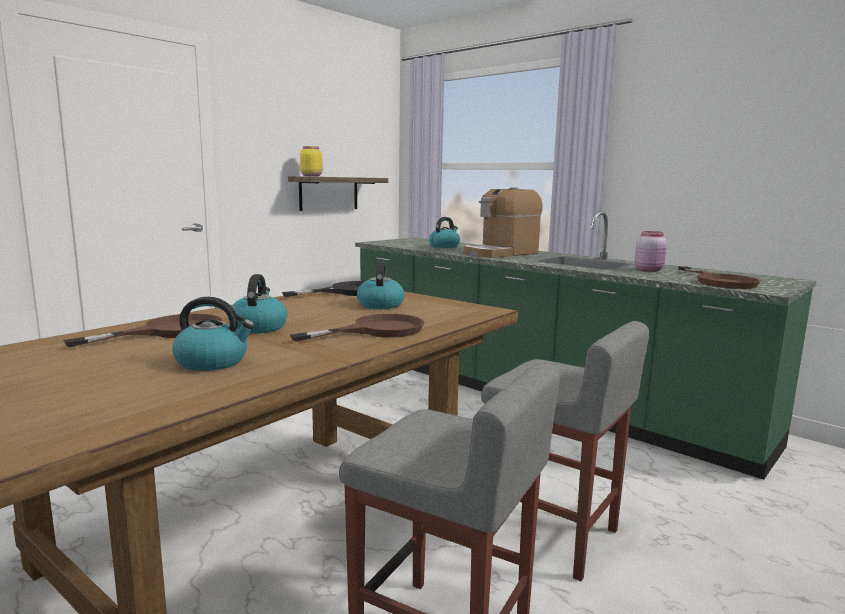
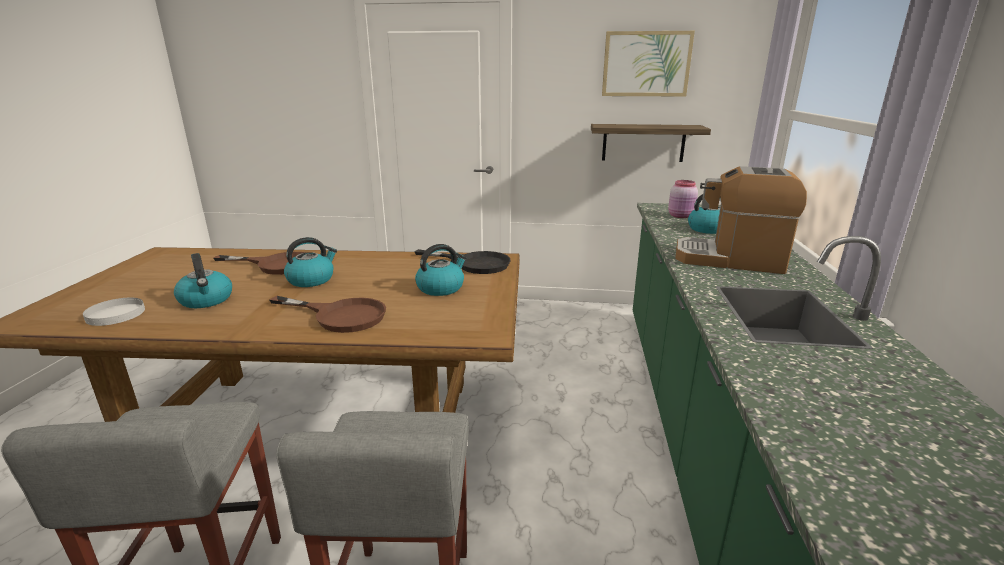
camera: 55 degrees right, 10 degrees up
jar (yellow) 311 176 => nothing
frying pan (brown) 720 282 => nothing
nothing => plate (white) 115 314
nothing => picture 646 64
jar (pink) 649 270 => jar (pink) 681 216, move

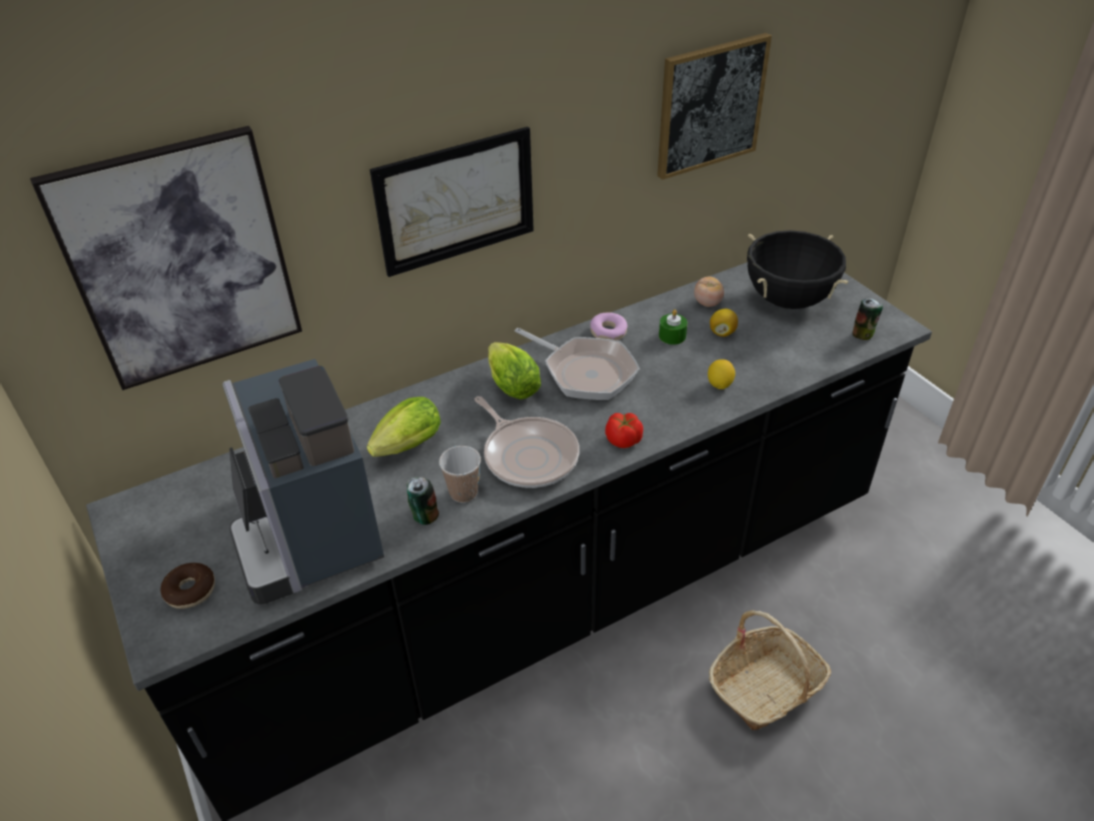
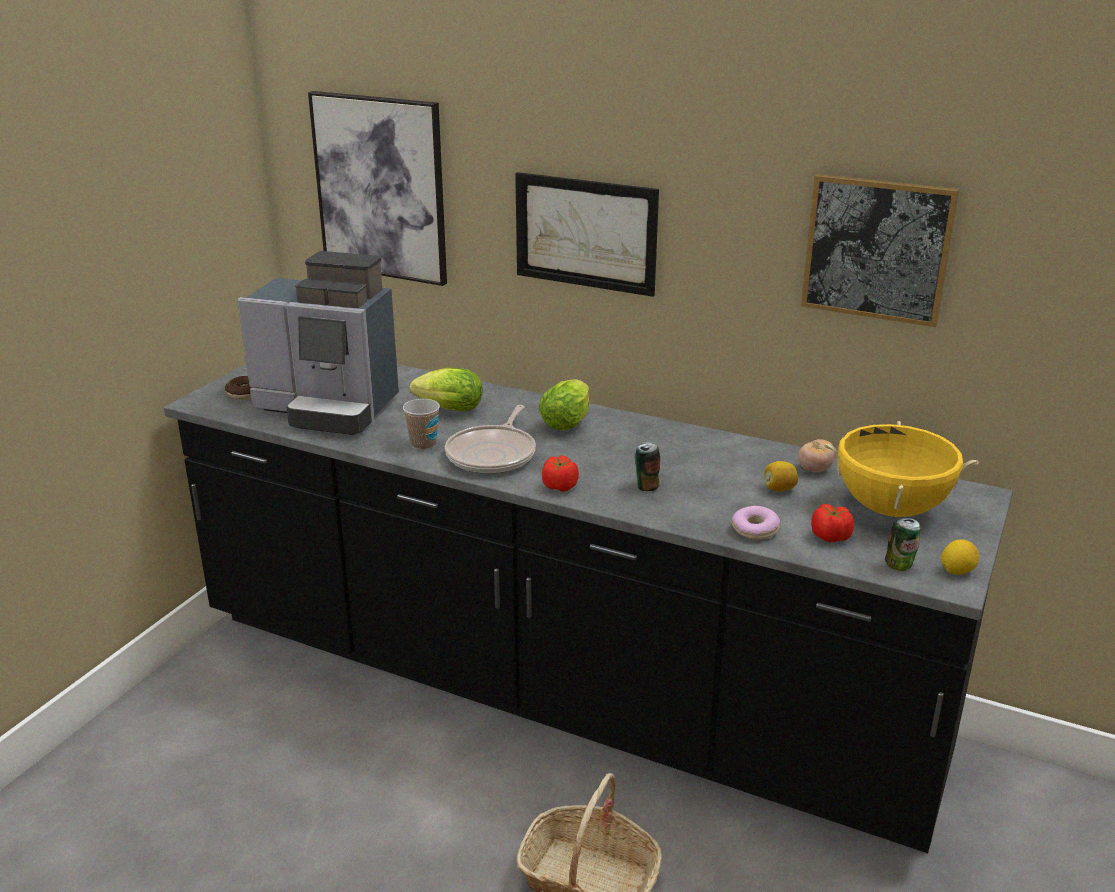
camera: 55 degrees right, 15 degrees down
frying pan 585 372 => nothing
candle (green) 672 336 => nothing
nothing => tomato 831 537
can 424 516 => can 646 486, move
donut 608 332 => donut 755 530, move
lemon 719 384 => lemon 957 571, move
cooking pot (black) 788 300 => cooking pot (yellow) 890 509
coffee machine 310 532 => coffee machine 329 408, 105 degrees counterclockwise

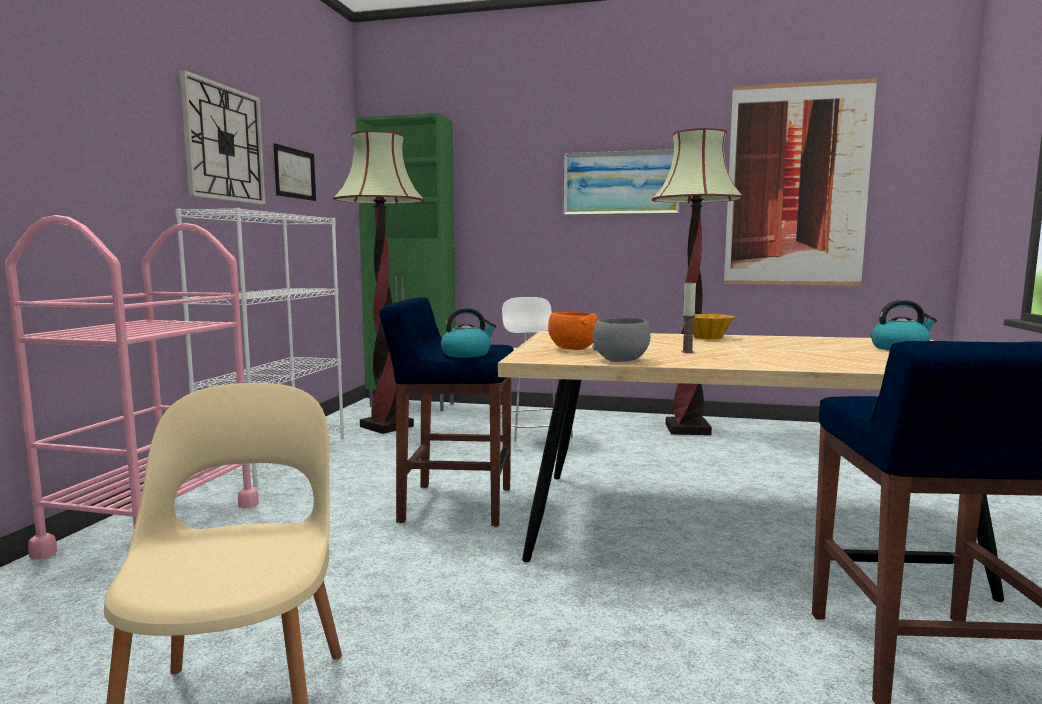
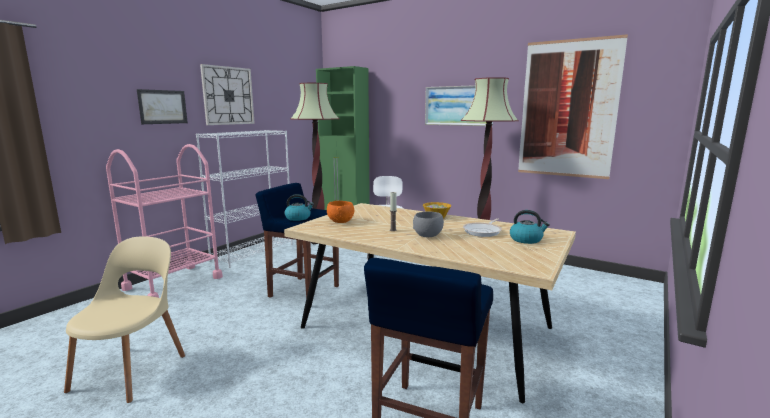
camera: 20 degrees right, 5 degrees up
nothing => frying pan 483 231
picture 295 173 => picture 163 107, move
bowl (grey) 621 360 => bowl (grey) 428 235, move

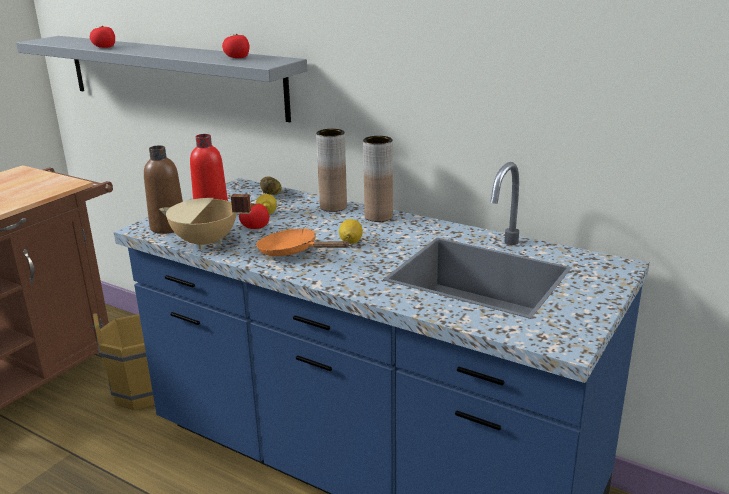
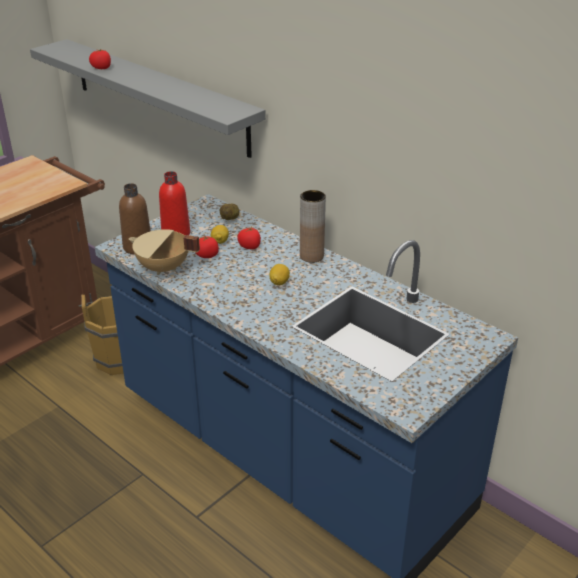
camera: 10 degrees right, 10 degrees up
frying pan (orange) 293 252 => nothing
vase (brown) 333 207 => nothing
tomato 237 57 => tomato 250 246, move

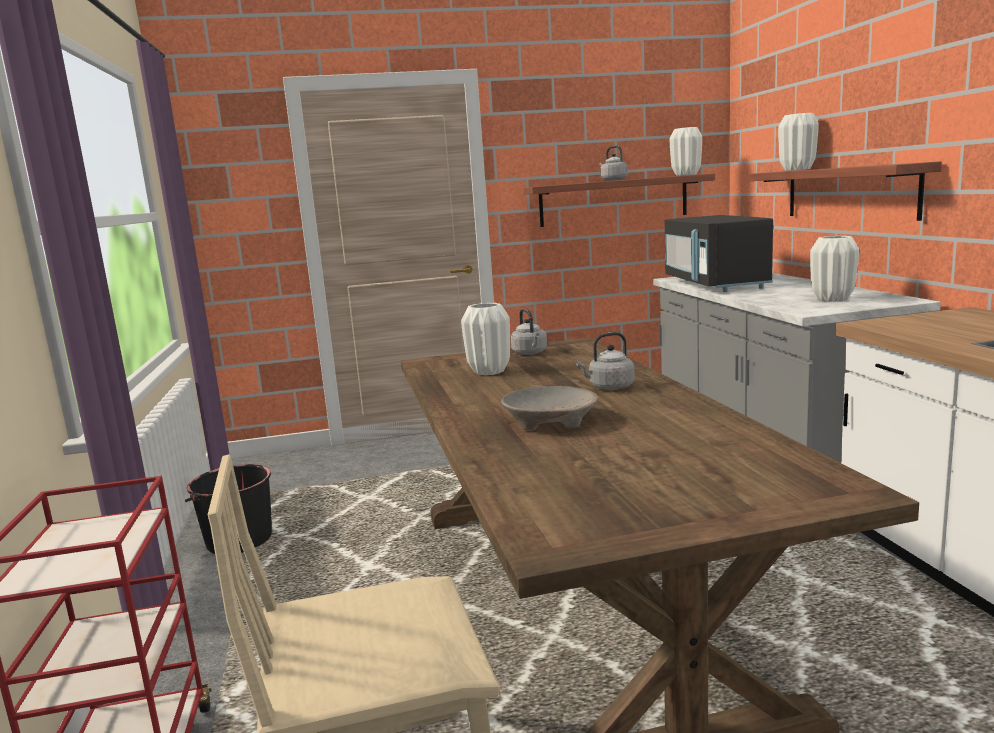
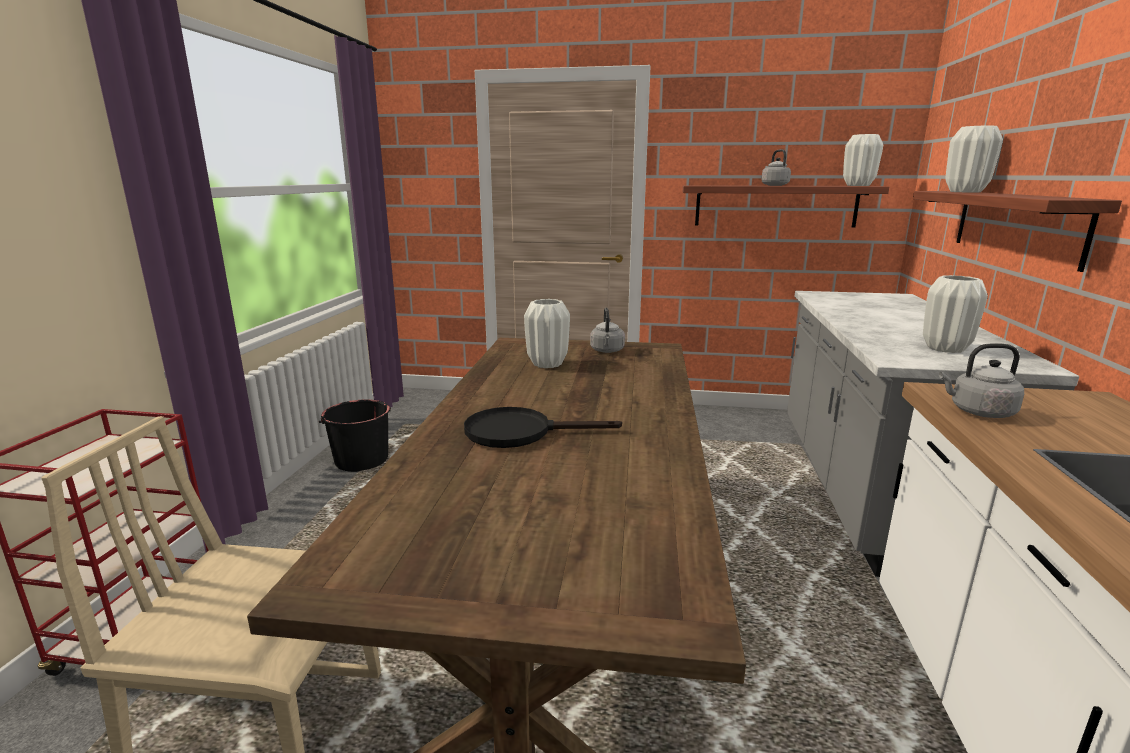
camera: 20 degrees right, 5 degrees up
microwave (black) 715 284 => nothing
kettle (grey) 609 387 => kettle (grey) 978 412, move
bowl (beige) 549 421 => frying pan (black) 520 432

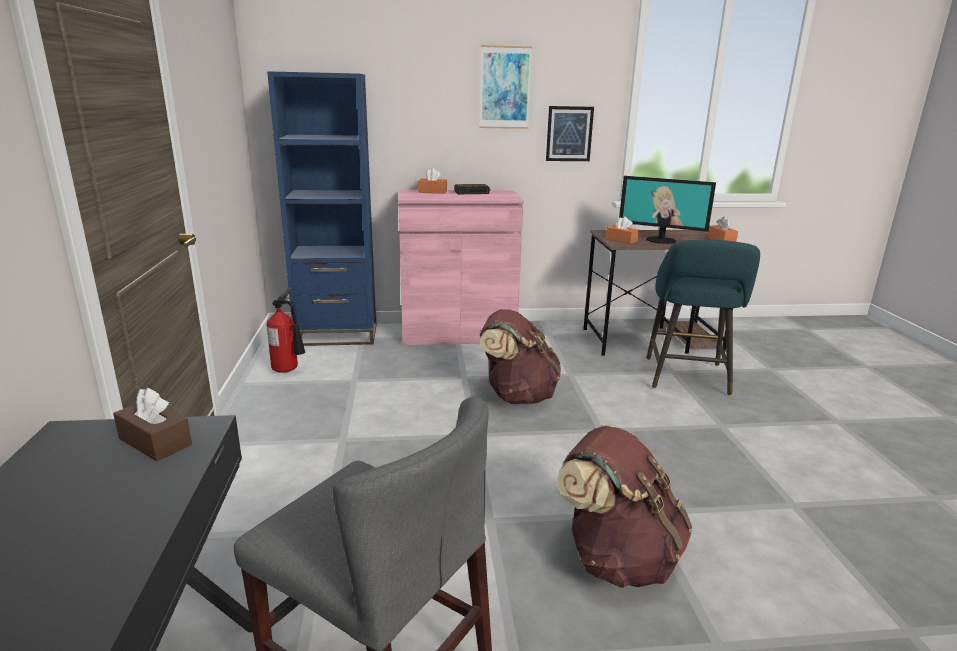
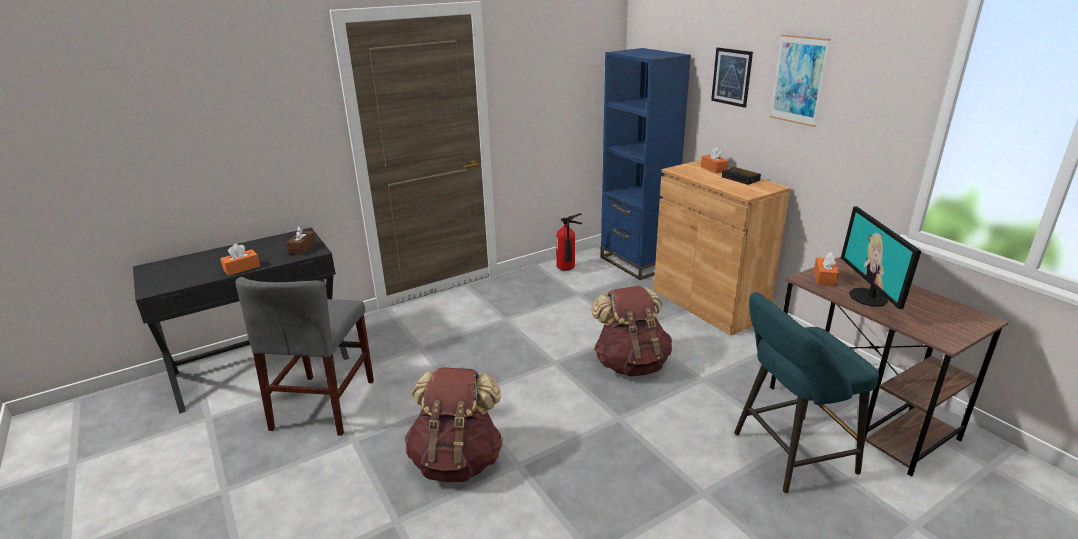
camera: 65 degrees right, 5 degrees up
picture 569 134 => picture 731 77, move
tissue box (orange) 721 240 => tissue box (orange) 242 268, move
cabinet (pink) 458 333 => cabinet (brown) 708 304

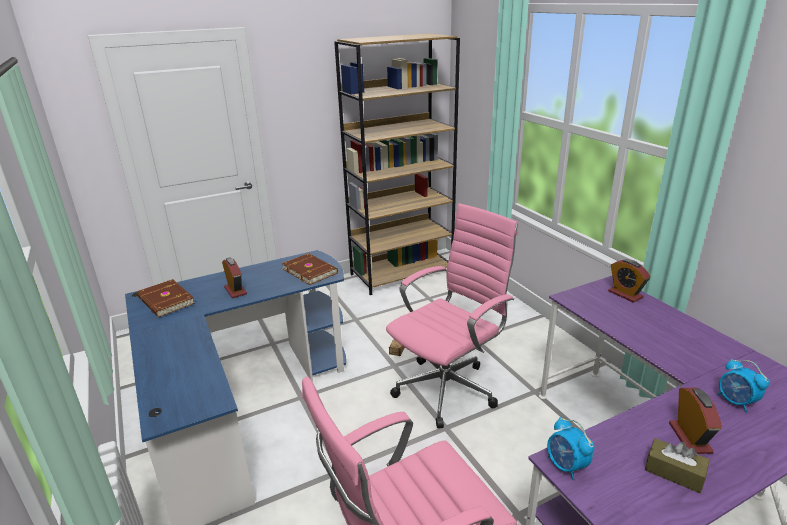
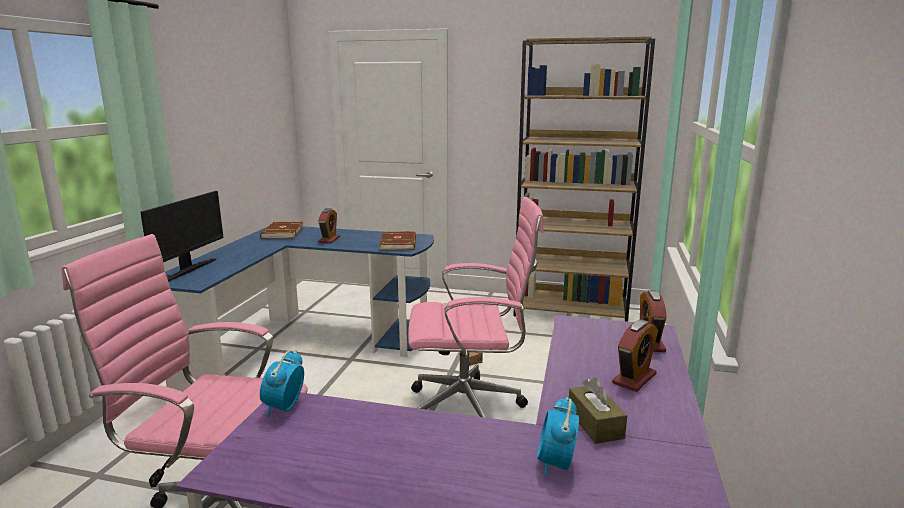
camera: 40 degrees right, 10 degrees down
nothing => monitor 189 269
tissue box (brown) 674 472 => tissue box (brown) 595 424, move
alarm clock 690 438 => alarm clock 634 378, move

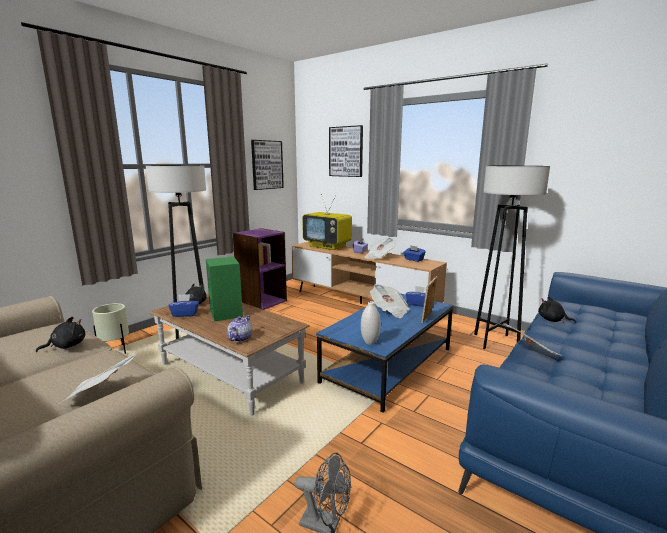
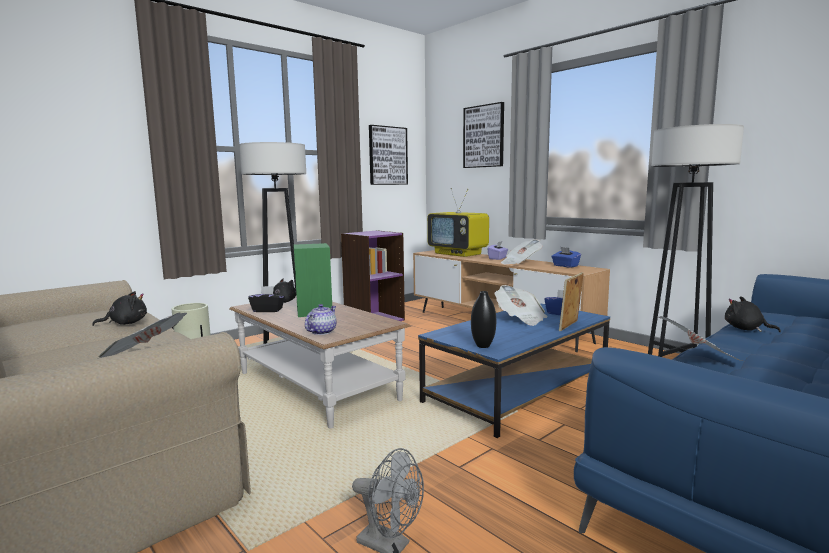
camera: 10 degrees right, 5 degrees down
tissue box (blue) 185 314 => tissue box (black) 267 310
vase (white) 370 342 => vase (black) 483 346

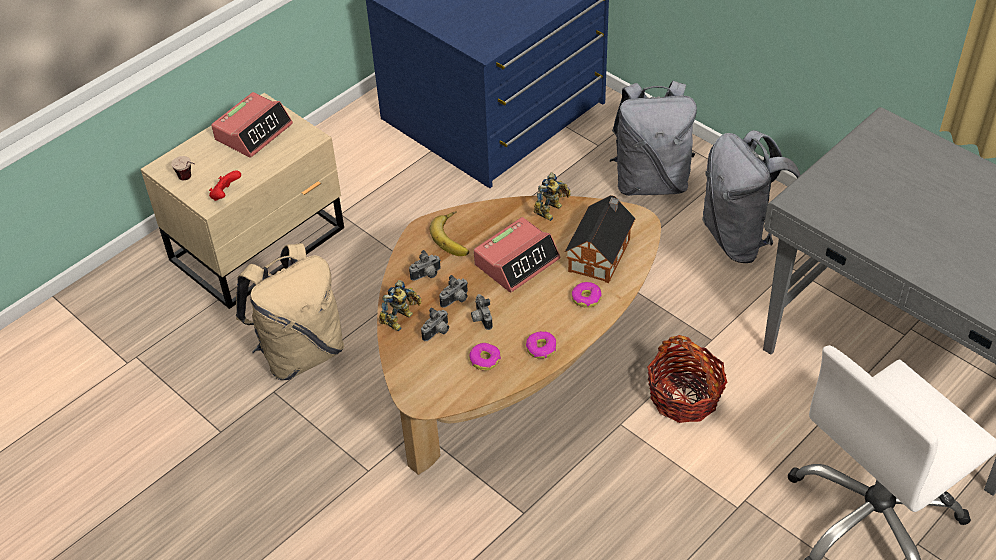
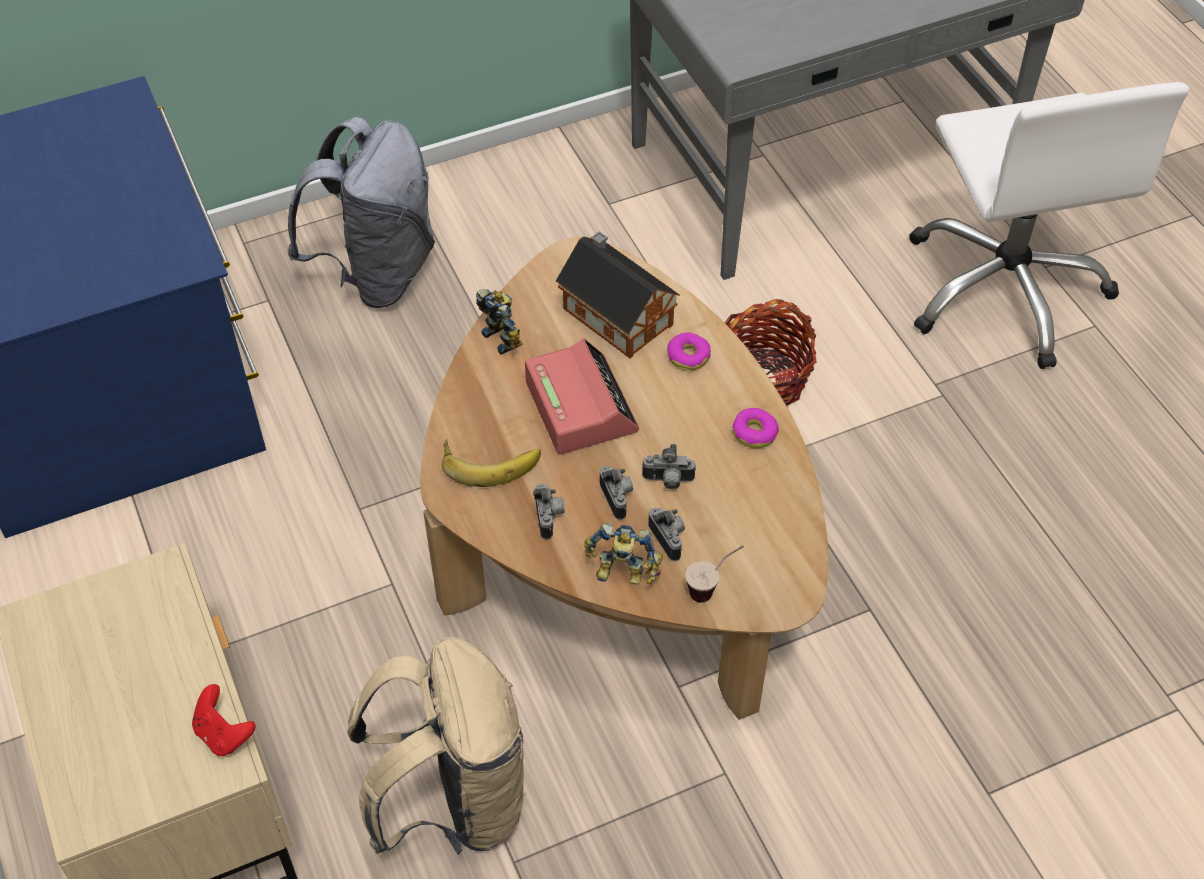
camera: 70 degrees left, 5 degrees up
alarm clock 254 132 => nothing
donut 485 360 => nothing
backpack (grey) 743 239 => nothing
cup 189 180 => cup 713 588, move
toy robot 401 319 => toy robot 622 575, 135 degrees clockwise

